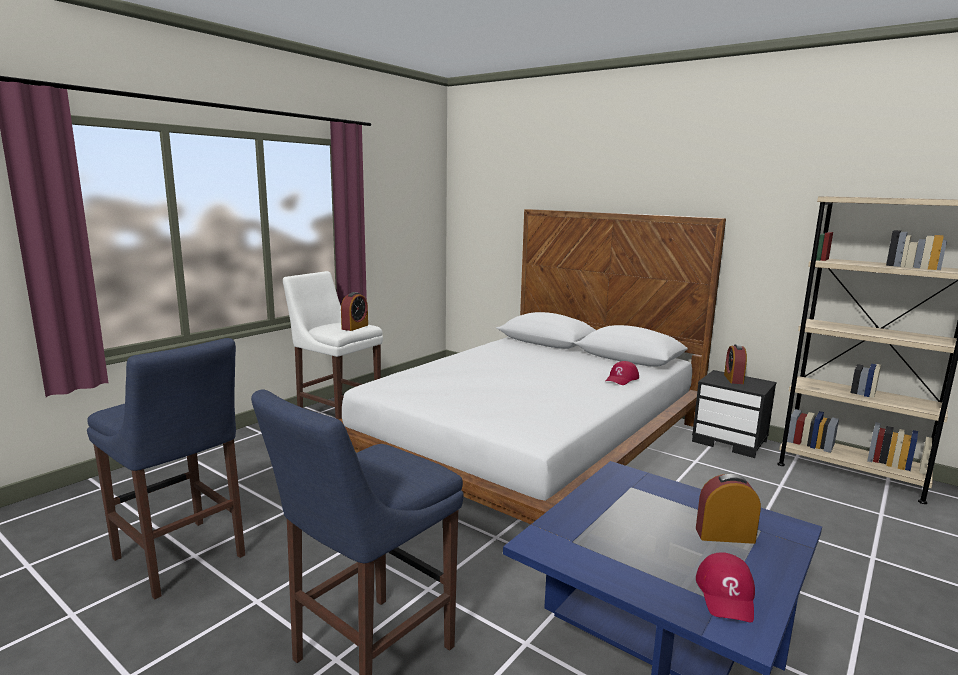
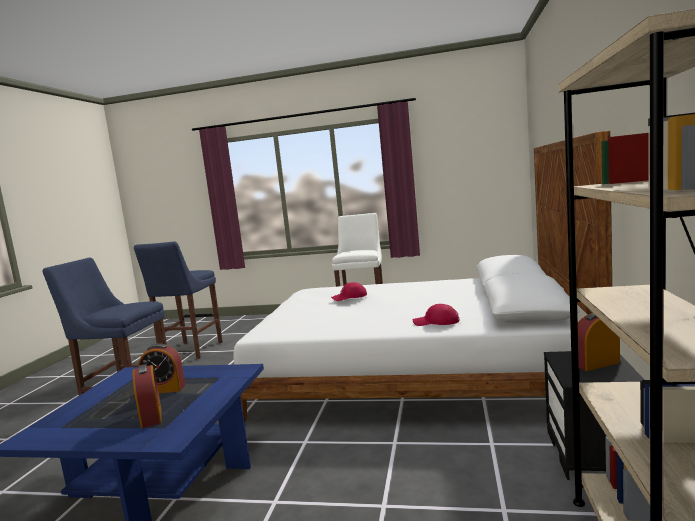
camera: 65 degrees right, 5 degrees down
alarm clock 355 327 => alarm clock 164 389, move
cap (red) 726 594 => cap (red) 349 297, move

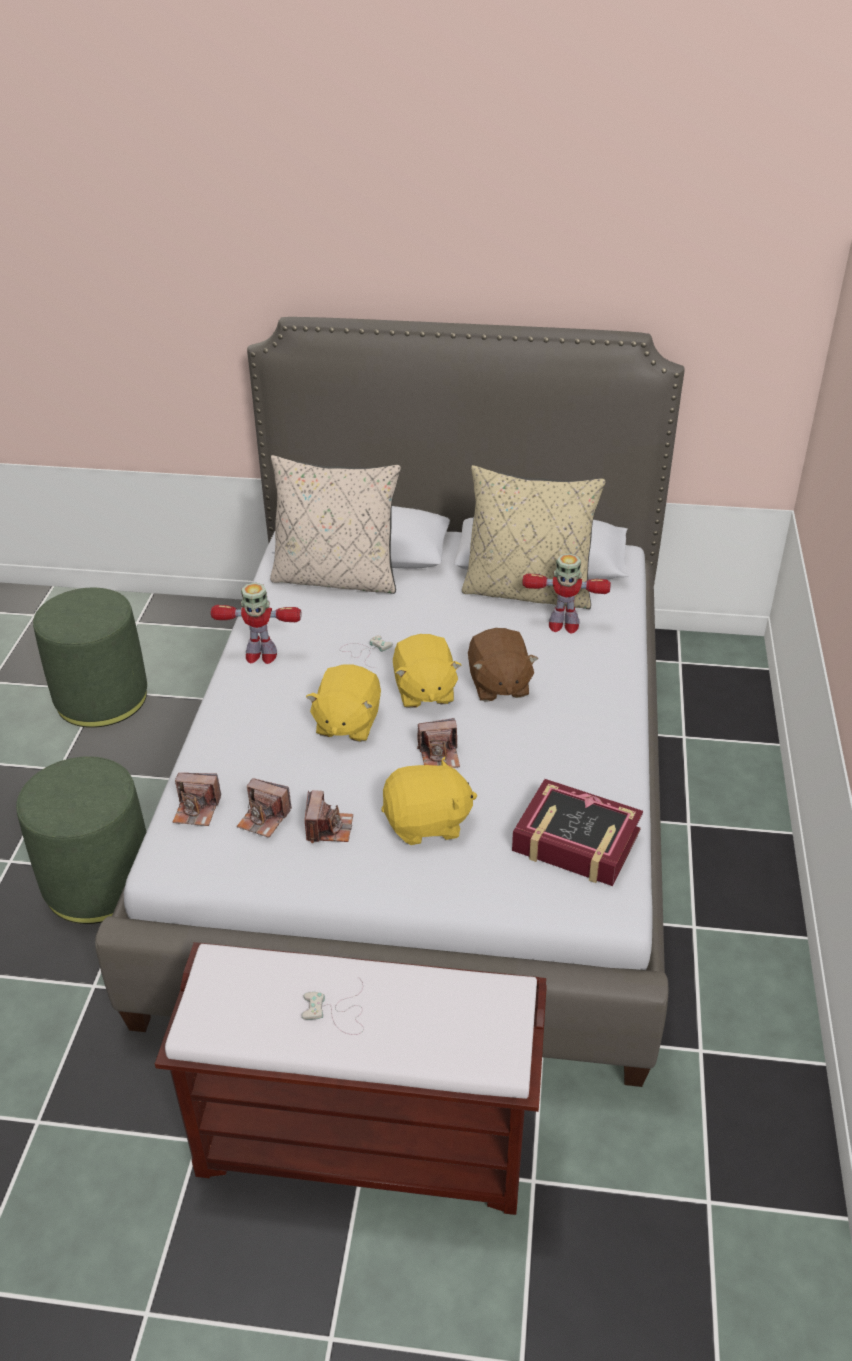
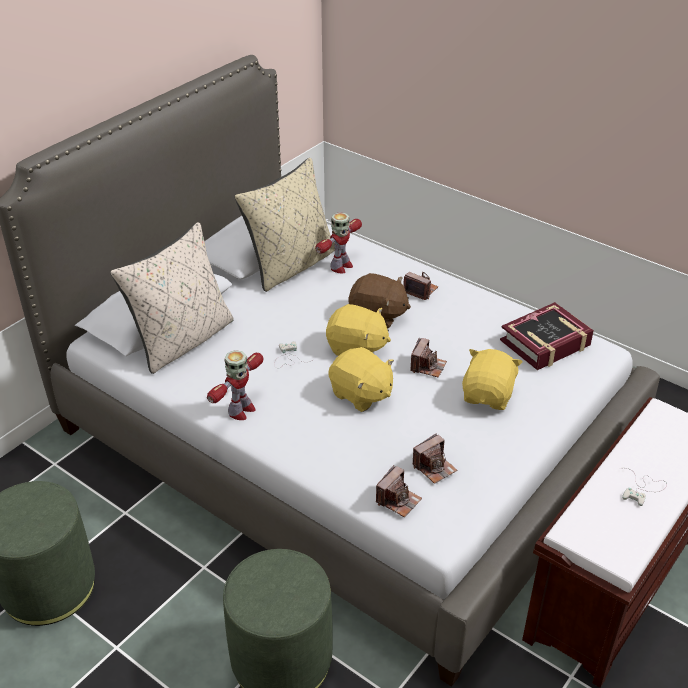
camera: 60 degrees left, 0 degrees up
photo camera 328 828 => photo camera 420 290, move

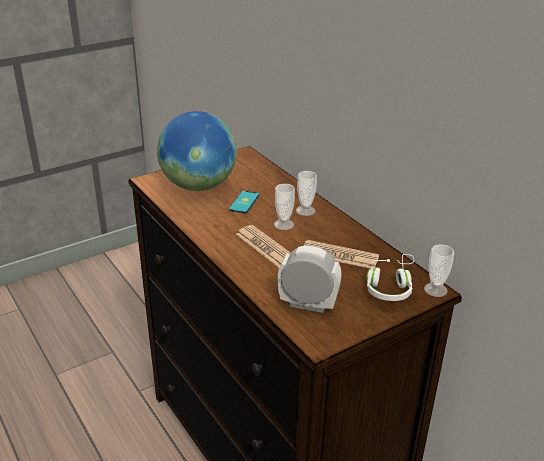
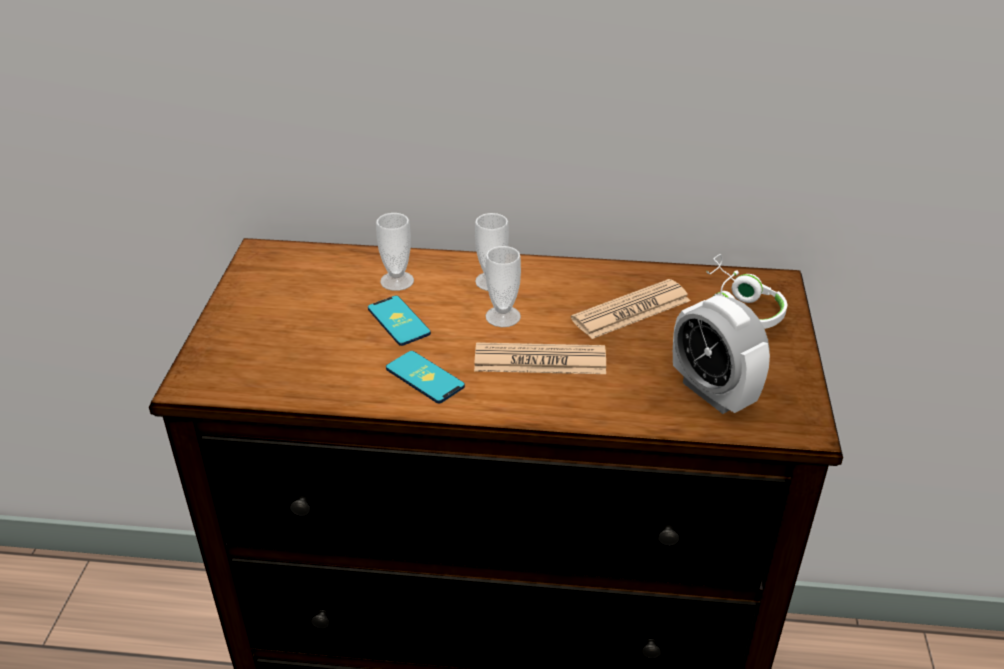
camera: 50 degrees left, 5 degrees up
globe 198 186 => nothing
nothing => phone 425 377
cup 435 290 => cup 397 281, move
alarm clock 307 304 => alarm clock 712 392, 90 degrees counterclockwise

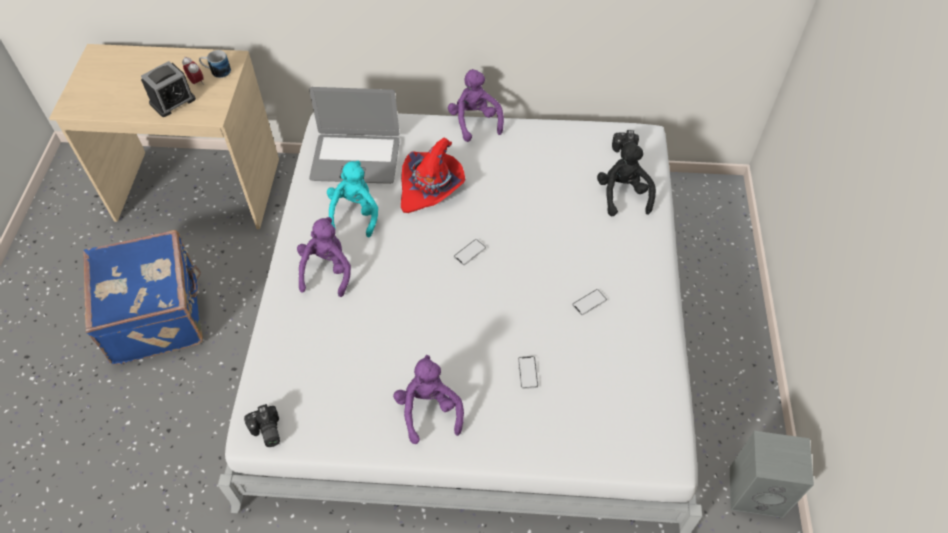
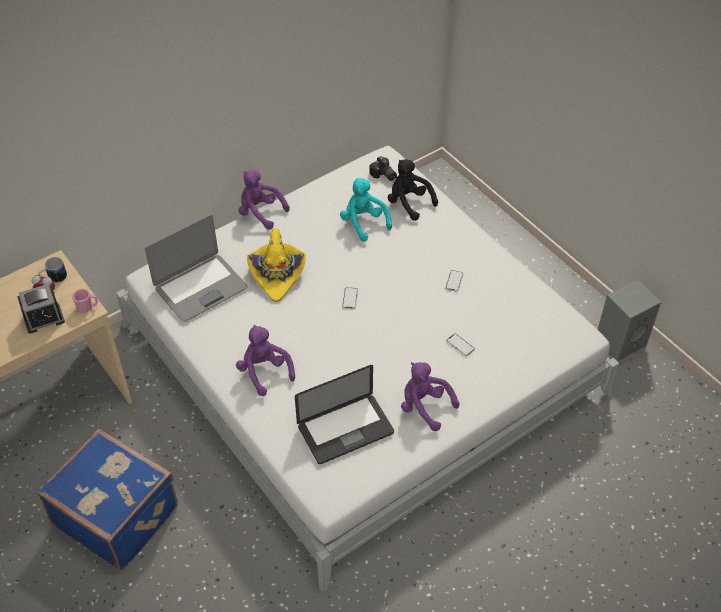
camera: 40 degrees left, 5 degrees down
photo camera 266 432 => nothing
nothing => mug (pink) 87 307
nothing => laptop 345 430
plush toy (turquoise) 355 213 => plush toy (turquoise) 363 223, move
hat (red) 431 187 => hat (yellow) 277 274
alarm clock 172 101 => alarm clock 44 319, 60 degrees clockwise

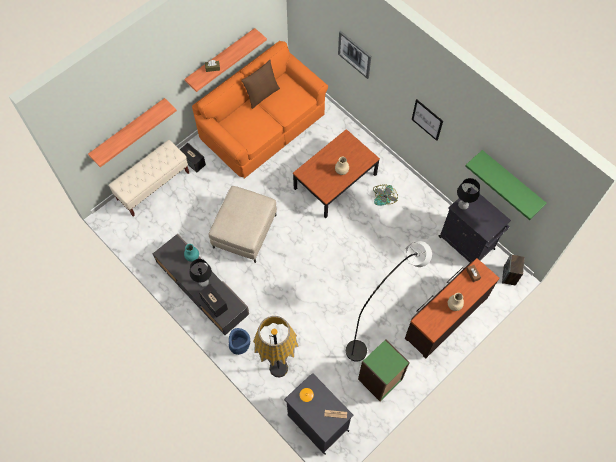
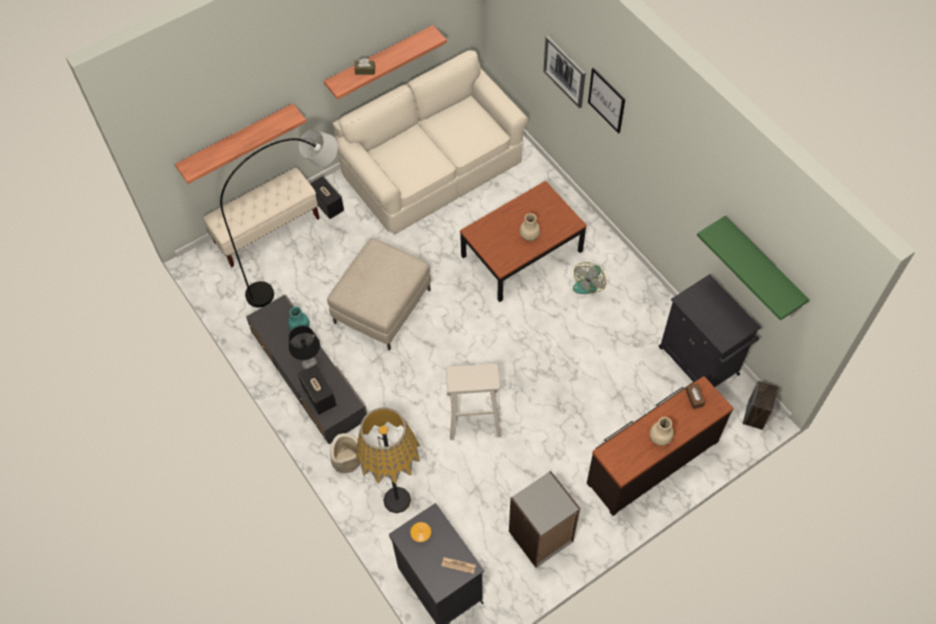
camera: 10 degrees right, 5 degrees down
pillow (brown) 261 94 => nothing
table lamp (black) 463 205 => nothing
nothing => stool (beige) 474 414
floor lamp (grey) 382 322 => floor lamp (grey) 304 266, move
picture 427 120 => picture 606 100, move
sofa (orange) 263 125 => sofa (beige) 433 167
planter (blue) 239 345 => planter (beige) 347 461
bookcase (green) 380 380 => bookcase (grey) 541 537

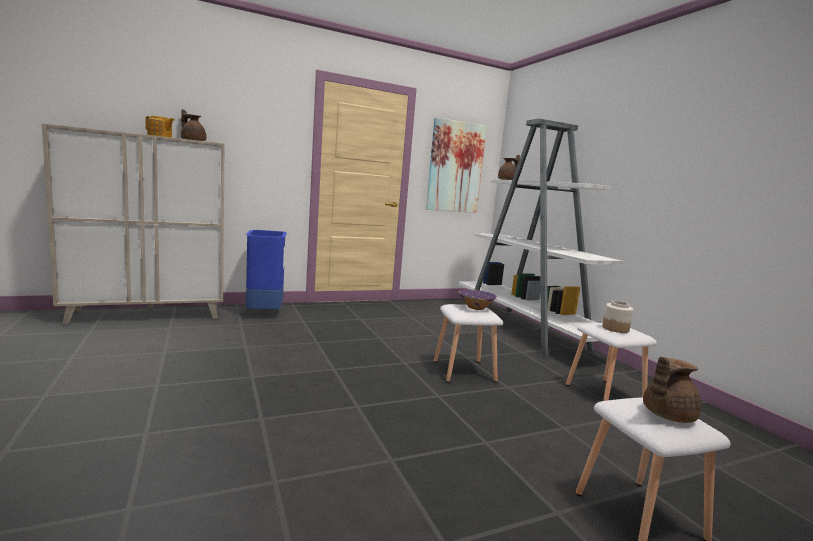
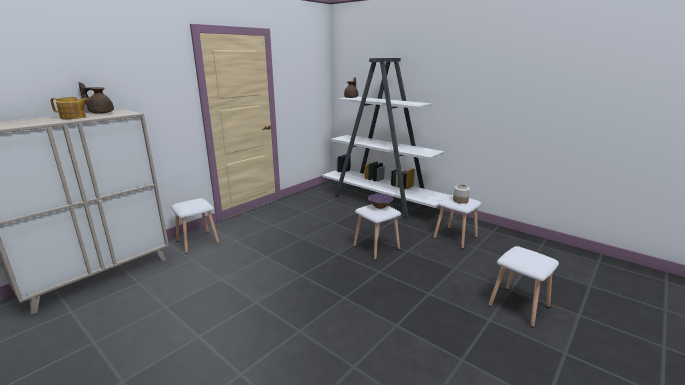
camera: 25 degrees left, 10 degrees up
picture 455 167 => nothing
teapot (brown) 666 415 => nothing
trash can (blue) 265 313 => stool (white) 198 242

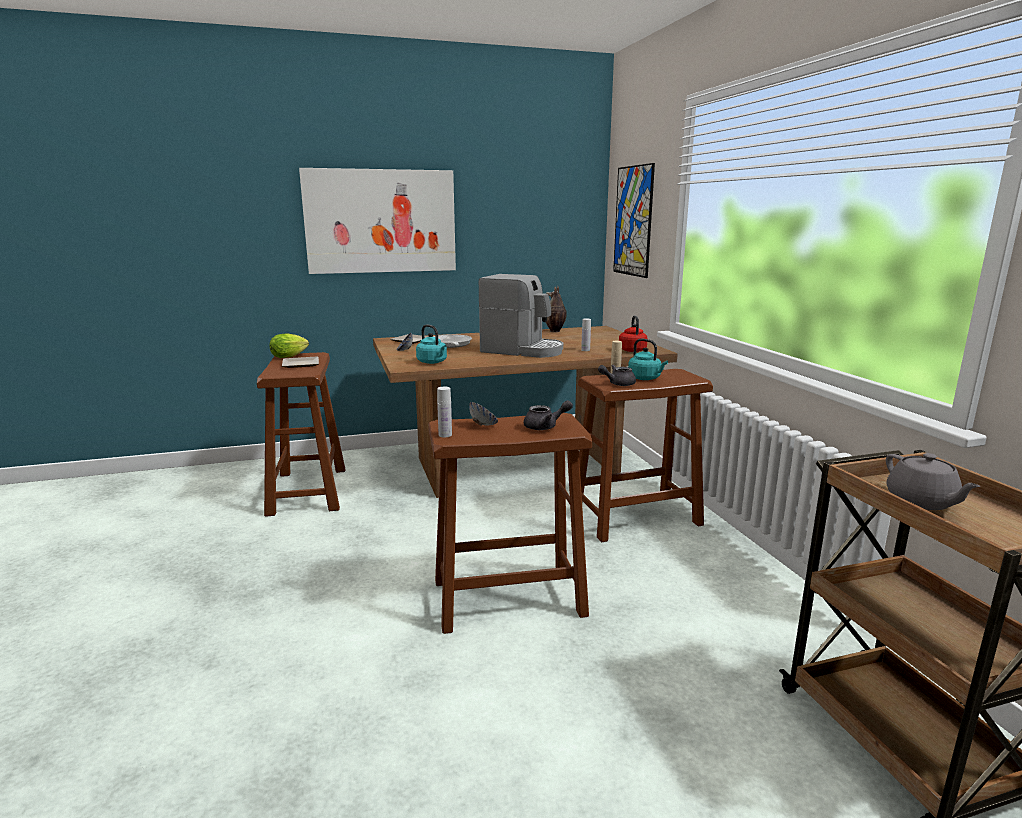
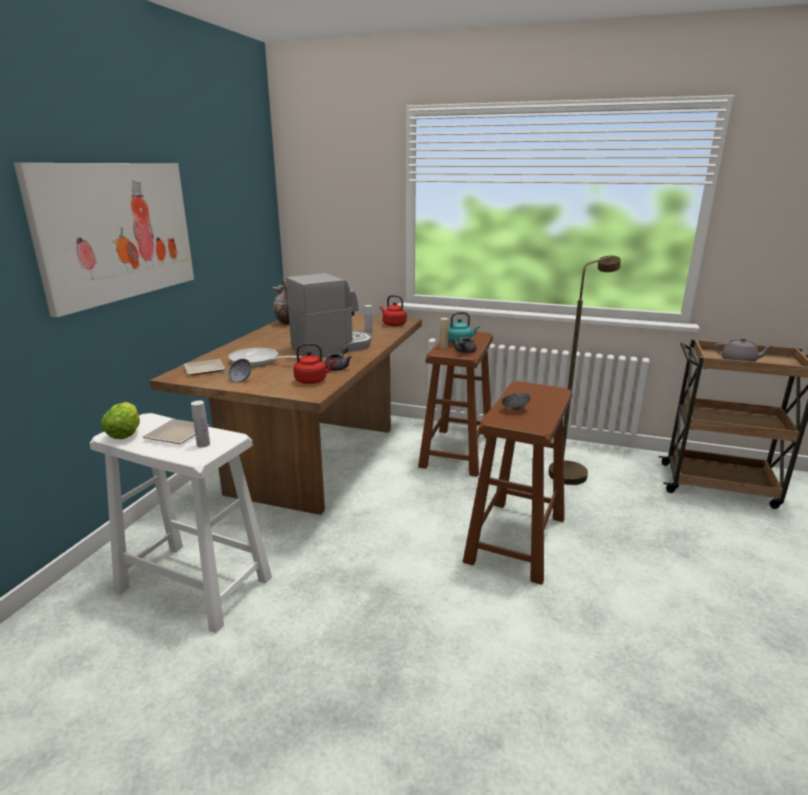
camera: 55 degrees left, 5 degrees up
picture 633 221 => nothing
nothing => floor lamp (brown) 571 470
bottle (white) 445 435 => bottle (white) 203 444, move
teapot (grey) 545 427 => teapot (grey) 338 367, move
stool (brown) 308 491 => stool (white) 194 584
kettle (turquoise) 433 362 => kettle (red) 313 381

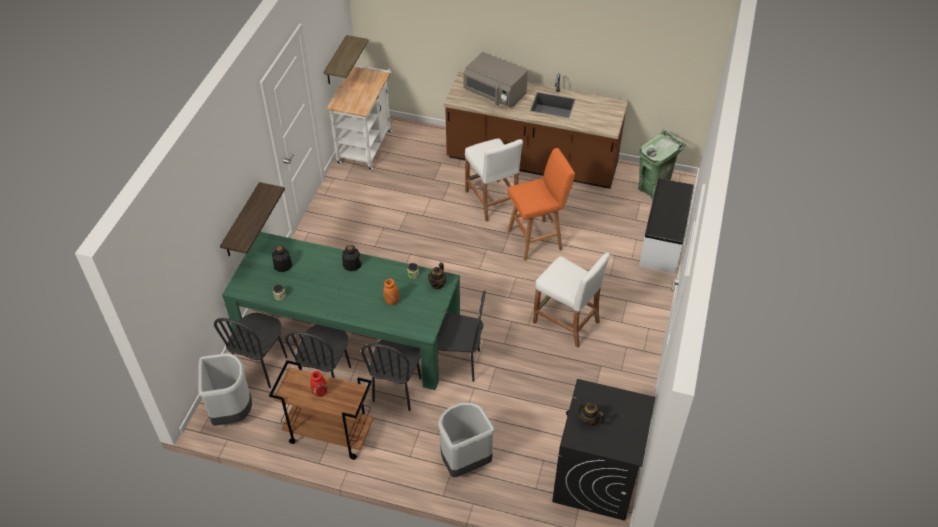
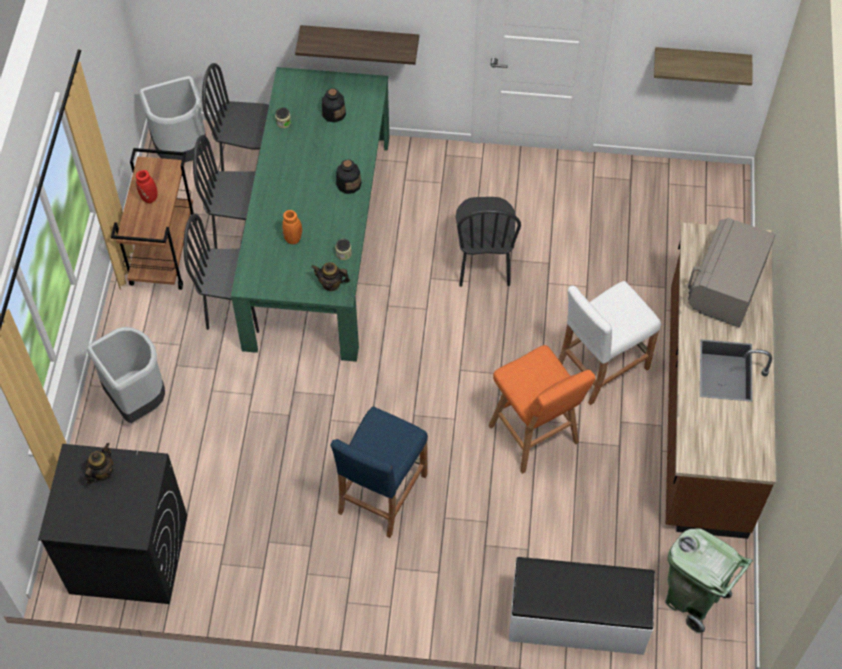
camera: 80 degrees right, 10 degrees up
cart (white) 366 145 => nothing
chair (black) 457 363 => chair (black) 483 265, move
stool (white) 566 322 => stool (blue) 382 493

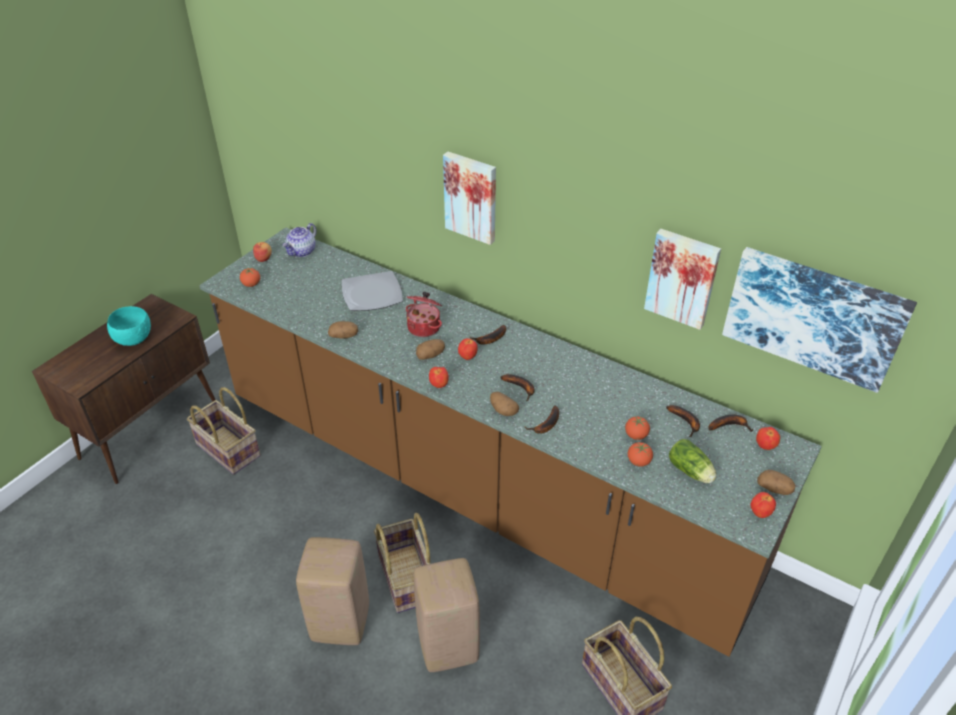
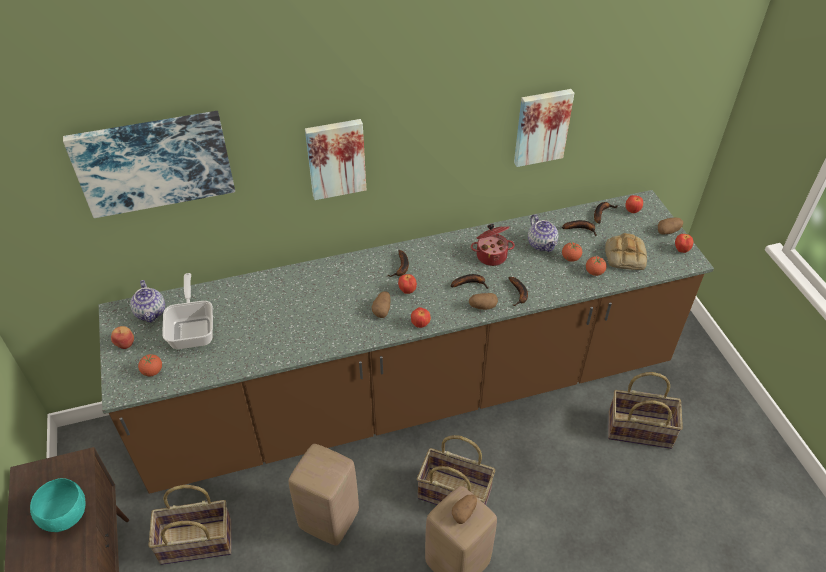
camera: 50 degrees left, 5 degrees up
plate 372 294 => nothing
nothing => frying pan 193 329
nothing => teapot 542 244
potato 344 336 => potato 464 512, move
cooking pot 424 327 => cooking pot 491 255, move
stool (beige) 449 647 => stool (beige) 330 519, move
picture 813 316 => picture 153 162, move
lettuce 691 472 => bread 624 255

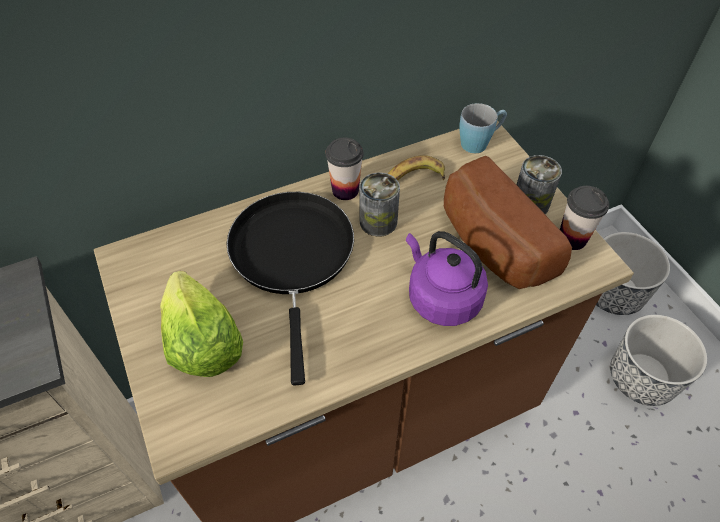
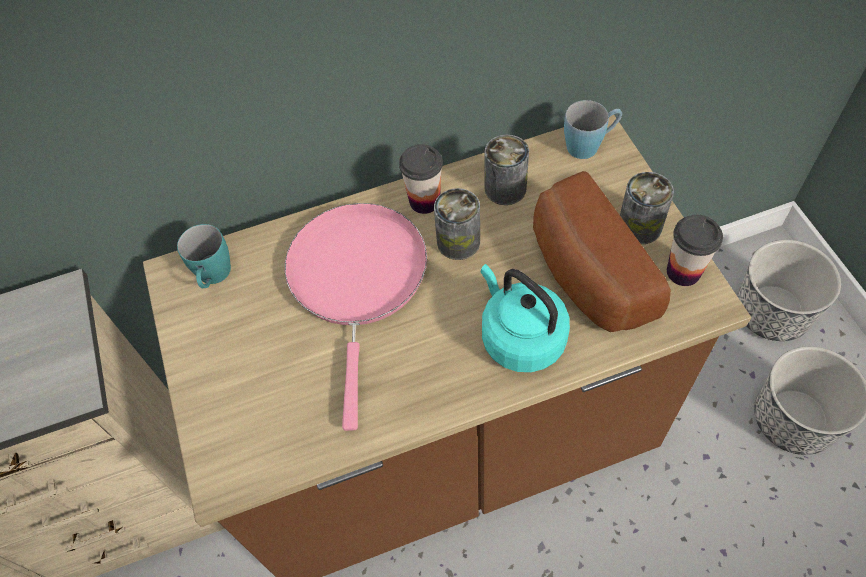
camera: 10 degrees right, 5 degrees up
lettuce 201 342 => nothing
nothing => mug (turquoise) 214 277
banana 413 178 => can 505 188
frying pan (black) 292 256 => frying pan (pink) 358 280
kettle (purple) 441 297 => kettle (turquoise) 520 337

